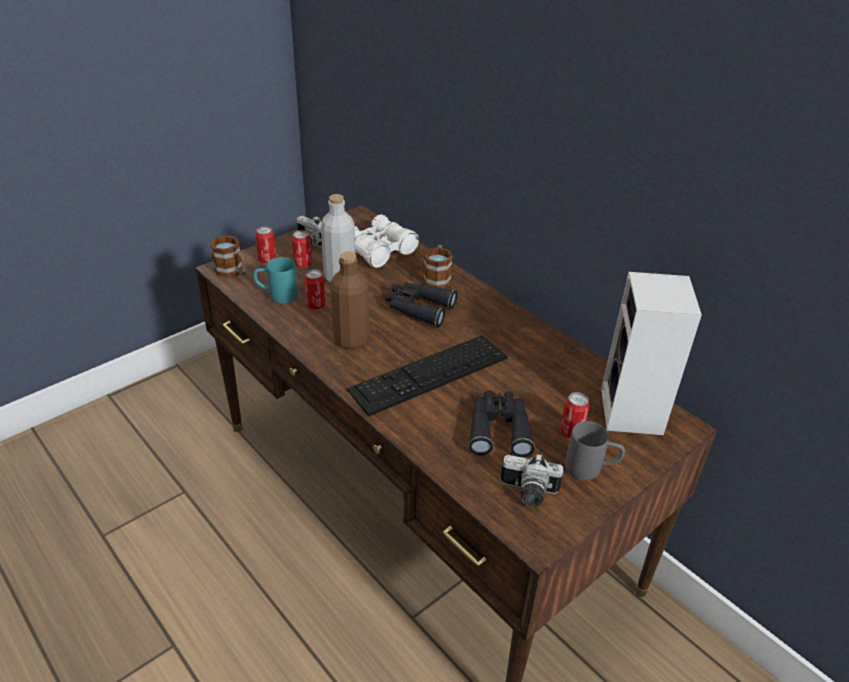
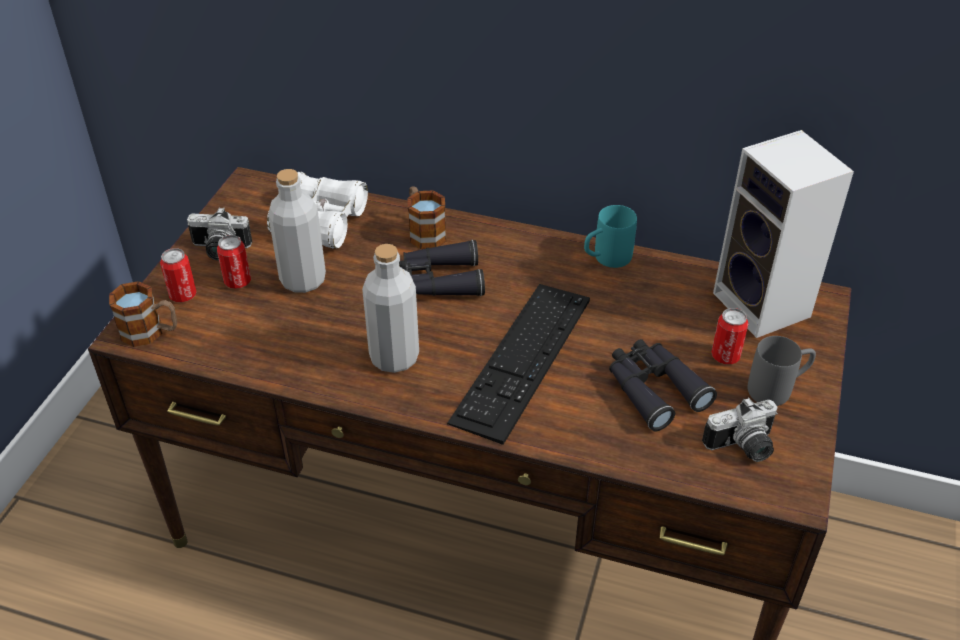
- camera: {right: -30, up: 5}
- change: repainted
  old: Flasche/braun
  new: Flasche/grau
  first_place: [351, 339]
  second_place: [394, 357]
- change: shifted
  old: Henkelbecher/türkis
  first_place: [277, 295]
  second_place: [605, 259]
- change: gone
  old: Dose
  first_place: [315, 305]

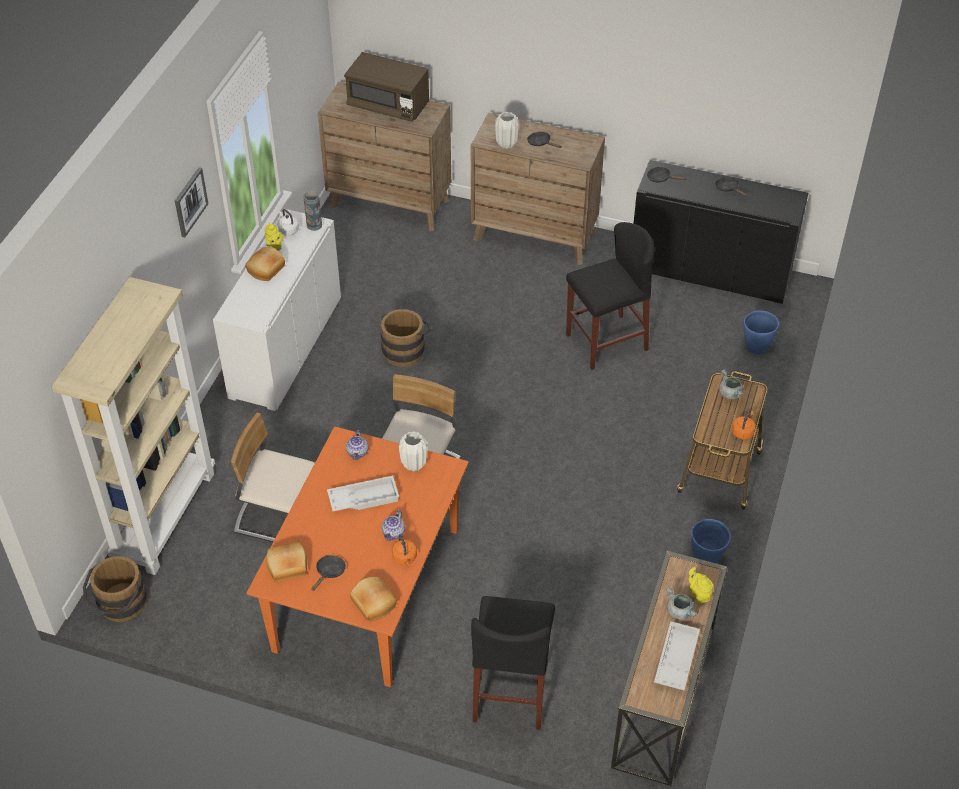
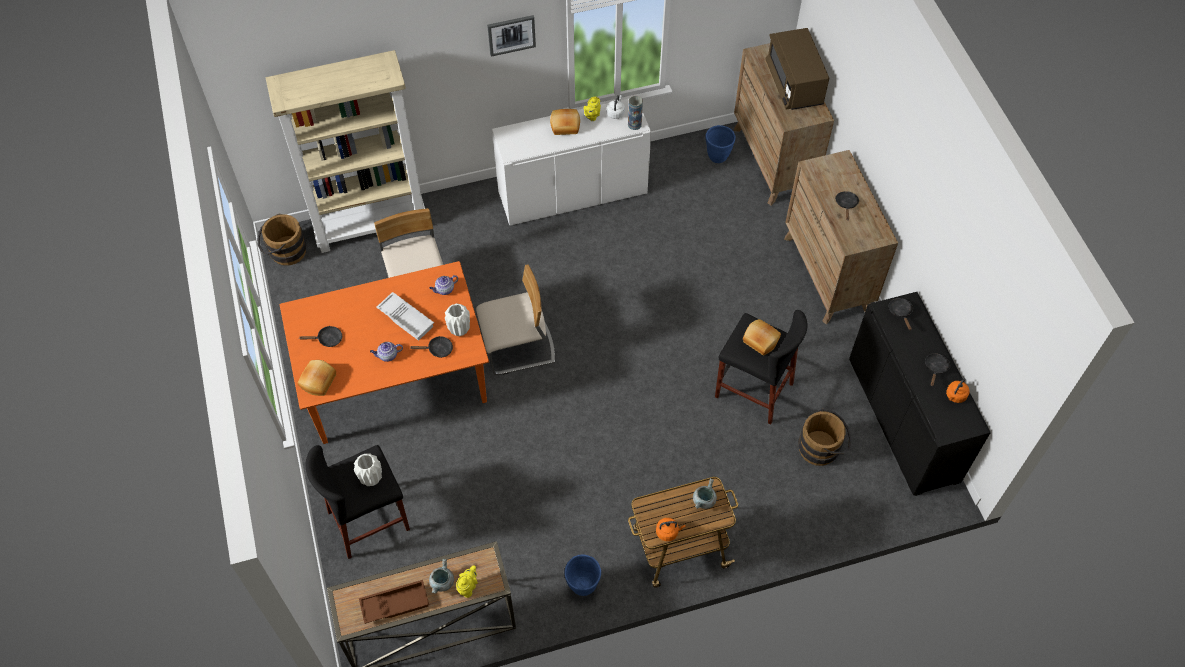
- camera: {right: 55, up: 10}
- change: shifted
  old: Vase/weiß
  first_place: [506, 144]
  second_place: [371, 478]
- change: repainted
  old: Tablett/weiß
  new: Tablett/braun
  first_place: [675, 659]
  second_place: [395, 603]
- change: new
  new: Pfanne/schwarz
  second_place: [437, 349]
- change: shifted
  old: Pflanzkübel/blau
  first_place: [756, 348]
  second_place: [717, 156]
- change: shifted
  old: Brot
  first_place: [288, 567]
  second_place: [760, 341]
- change: shifted
  old: Eimer/braun
  first_place: [405, 349]
  second_place: [822, 447]
- change: shifted
  old: Wasserkessel/orange
  first_place: [404, 558]
  second_place: [955, 396]

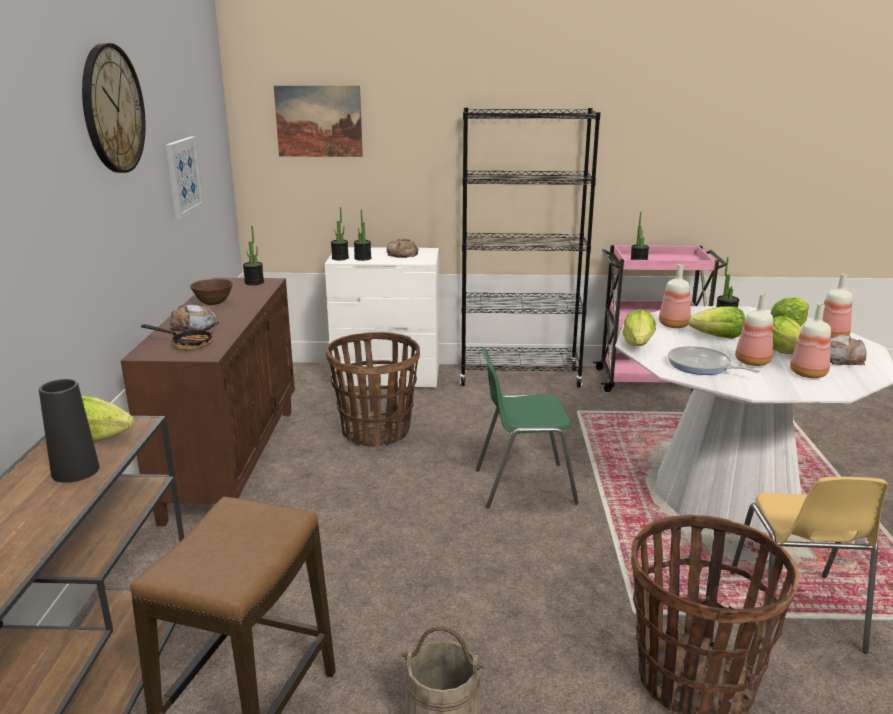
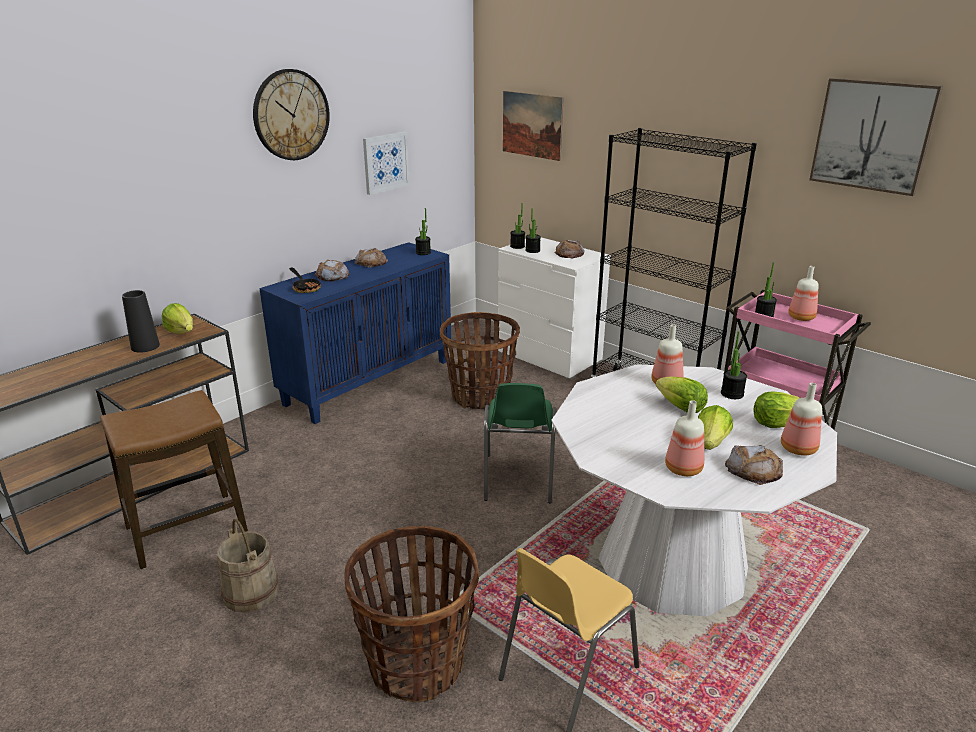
- camera: {right: 40, up: 5}
- change: repainted
  old: Schrank/braun
  new: Schrank/blau
  first_place: [231, 461]
  second_place: [369, 381]
- change: swapped
  old: Schüssel/braun
  new: Brot
  first_place: [213, 303]
  second_place: [371, 262]
- change: rotated
  old: Stuhl/grün
  first_place: [523, 486]
  second_place: [518, 479]
  degrees: -120
- change: shifted
  old: Flasche
  first_place: [751, 361]
  second_place: [800, 317]
- change: new
  new: Bild
  second_place: [872, 135]
- change: gone
  old: Salatkopf
  first_place: [638, 345]
- change: gone
  old: Pfanne
  first_place: [702, 366]

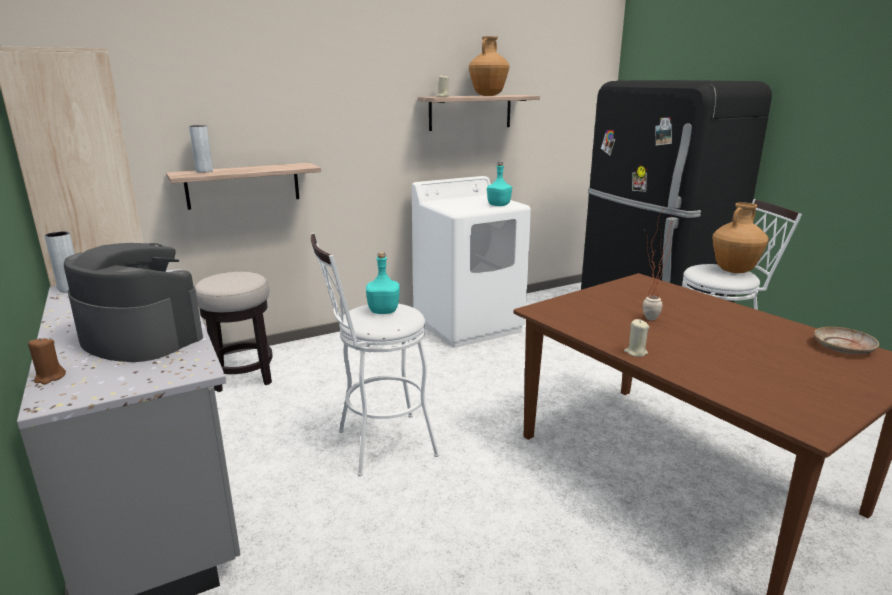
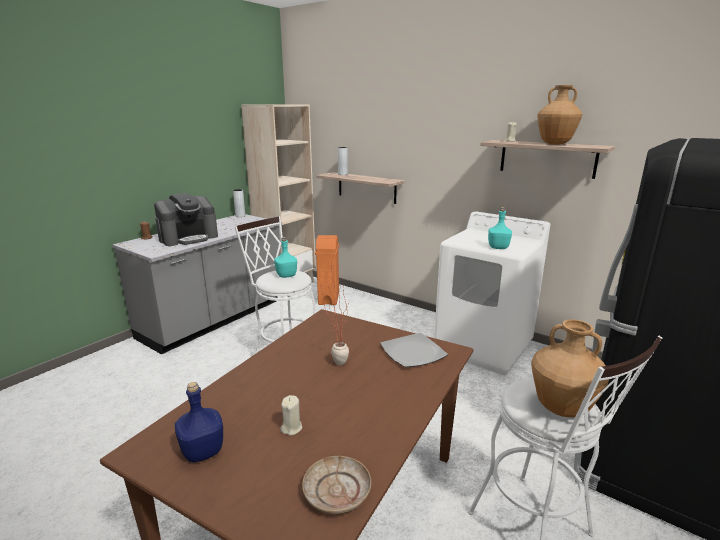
- camera: {right: 65, up: 0}
- change: rotated
  old: Kaffeemaschine
  first_place: [140, 337]
  second_place: [189, 238]
  degrees: 45
- change: new
  new: Flasche/blau
  second_place: [203, 451]
- change: shifted
  old: Kerze/beige
  first_place: [635, 352]
  second_place: [291, 428]
- change: swapped
  old: Hocker
  new: Mülleimer/orange
  first_place: [243, 376]
  second_place: [329, 299]
- change: new
  new: Teller
  second_place: [413, 352]

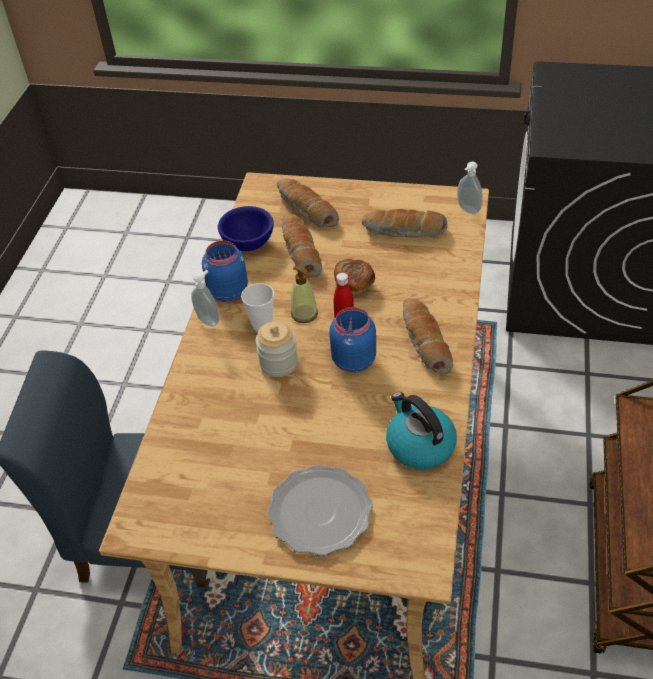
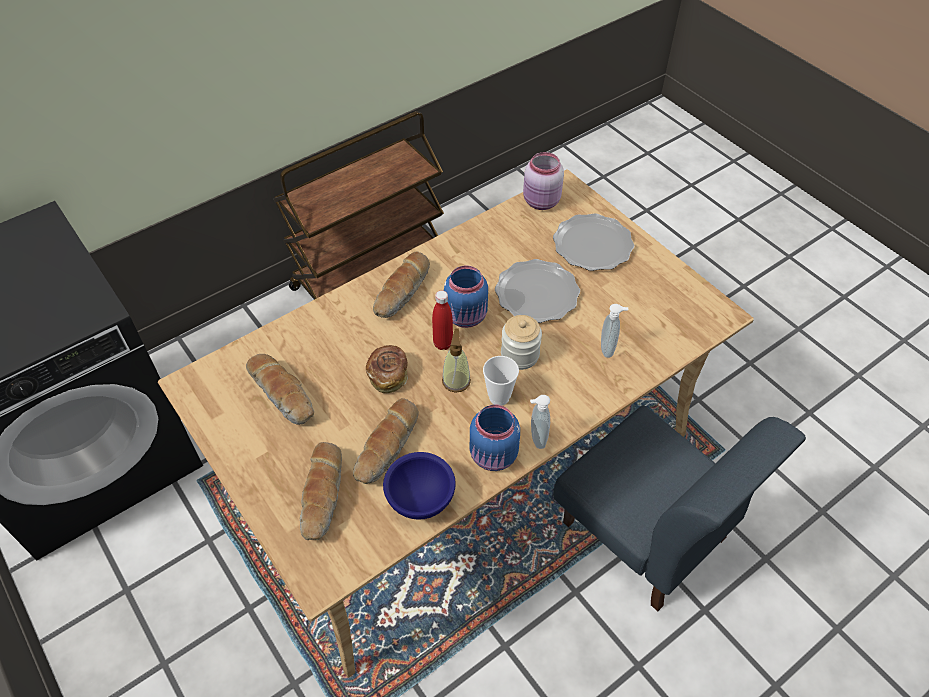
- camera: {right: -140, up: 5}
- change: new
  new: Teller
  second_place: [536, 293]
- change: new
  new: Vorratsglas/rosa
  second_place: [541, 202]
- change: shifted
  old: Seifenspender
  first_place: [467, 210]
  second_place: [608, 349]
- change: gone
  old: Wasserkessel
  first_place: [419, 445]

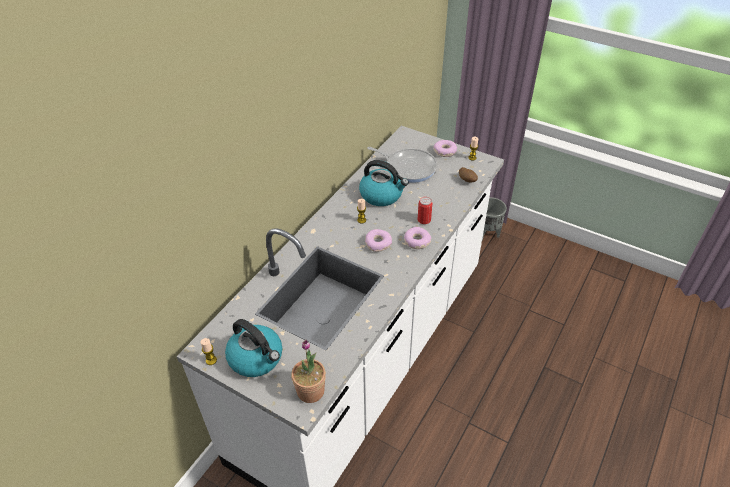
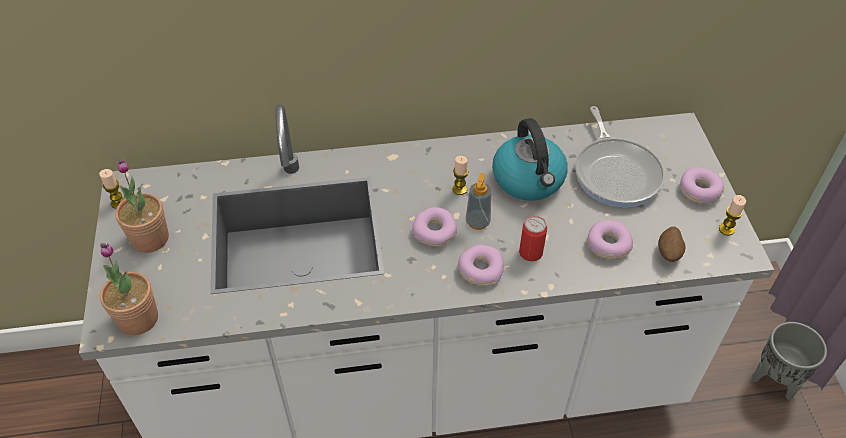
- camera: {right: 50, up: 5}
- change: swapped
  old: Wasserkessel
  new: Topfpflanze
  first_place: [257, 358]
  second_place: [150, 238]
- change: new
  new: Seifenspender
  second_place: [477, 222]
- change: new
  new: Donut
  second_place: [607, 245]

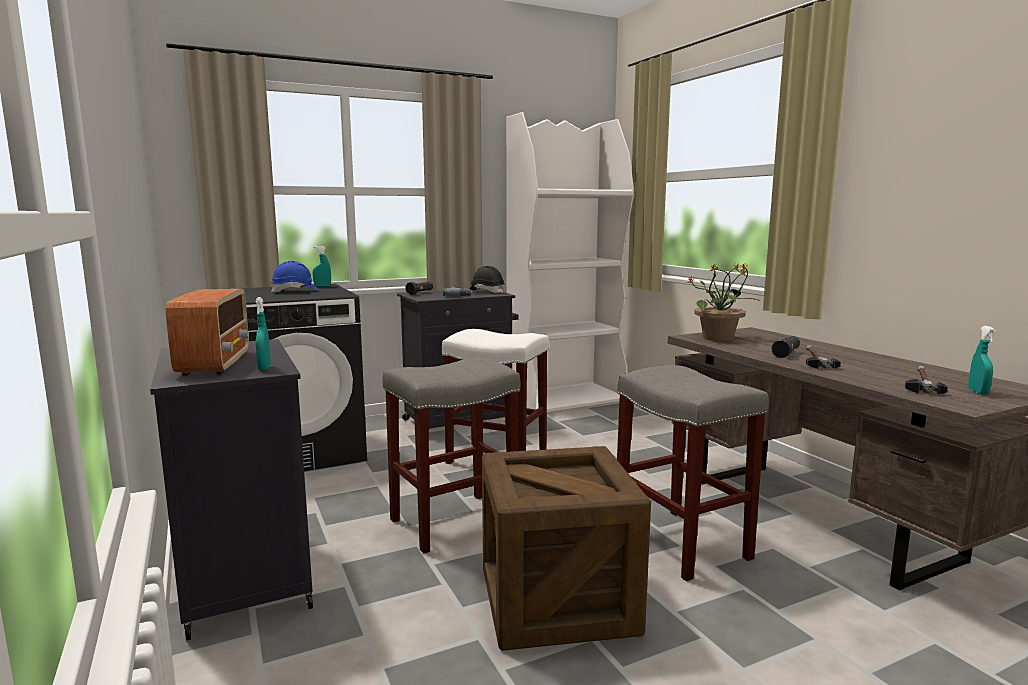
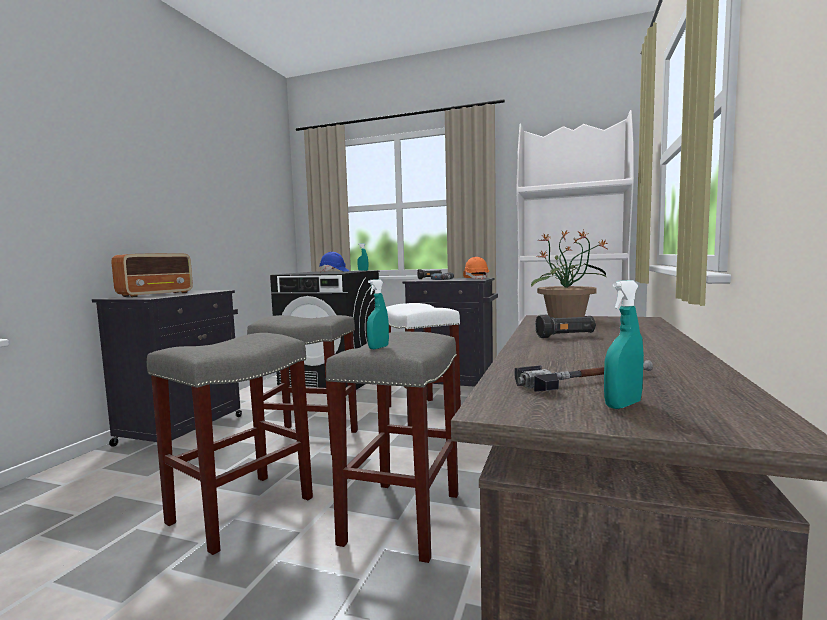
- camera: {right: 45, up: -5}
- change: swapped
  old: Kiste
  new: Hocker/grau
  first_place: [557, 601]
  second_place: [242, 509]
- change: shifted
  old: Sprühflasche/türkis
  first_place: [264, 368]
  second_place: [378, 347]
- change: repainted
  old: Schutzhelm/schwarz
  new: Schutzhelm/orange
  first_place: [486, 292]
  second_place: [476, 278]
- change: gone
  old: Hammer
  first_place: [815, 360]

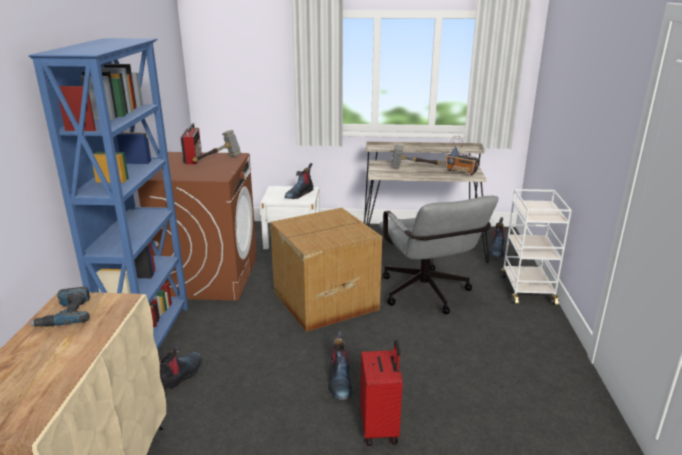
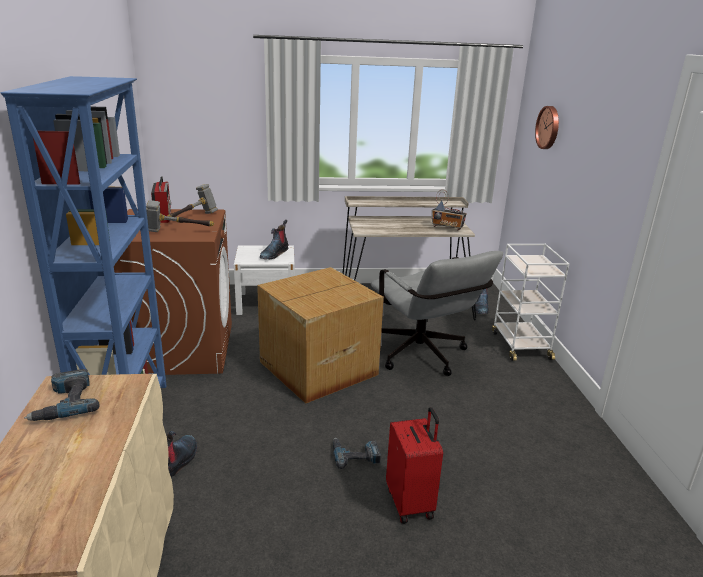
- camera: {right: -10, up: 0}
- change: shifted
  old: Hammer
  first_place: [413, 168]
  second_place: [178, 232]
- change: swapped
  old: Stiefel
  new: Bohrmaschine
  first_place: [339, 381]
  second_place: [355, 455]
- change: new
  new: Wanduhr
  second_place: [549, 127]

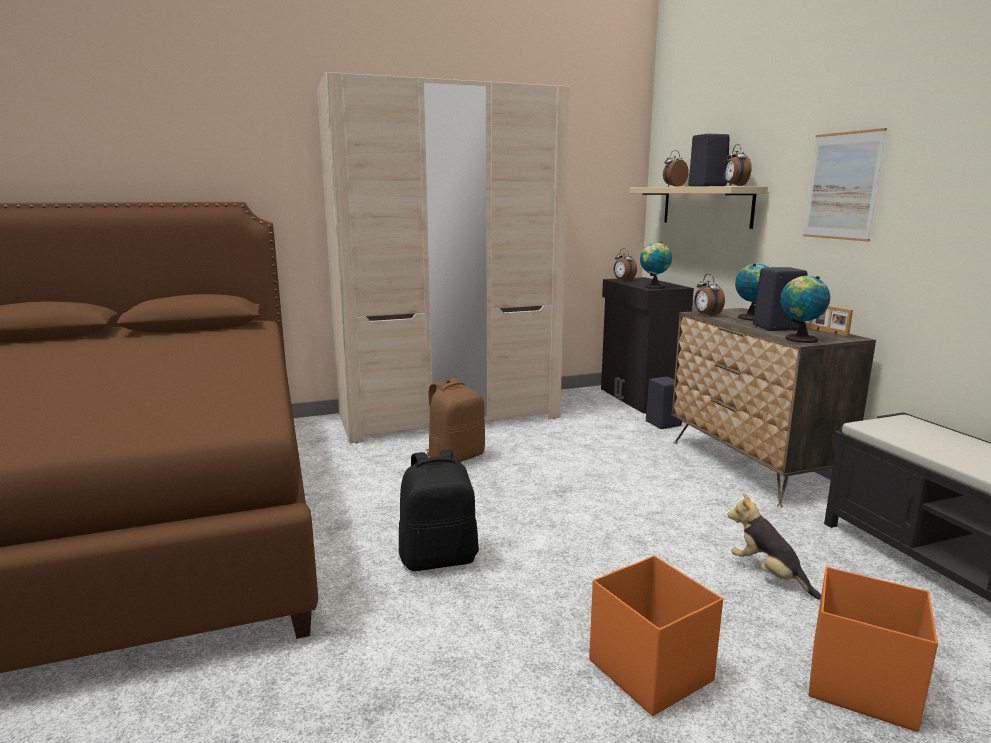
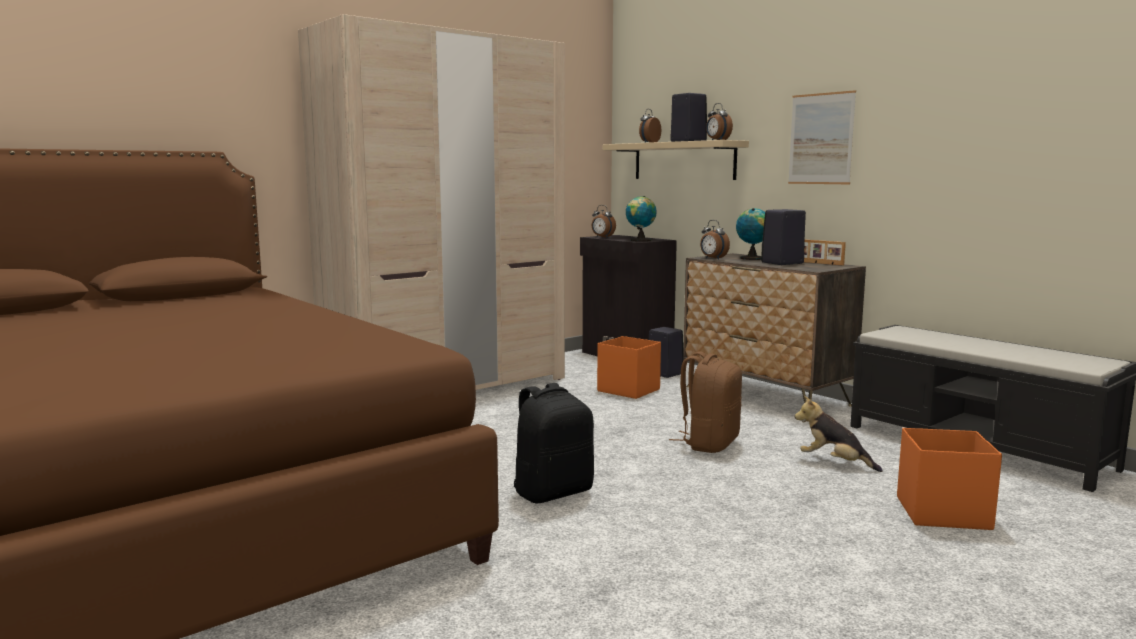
- camera: {right: -20, up: -5}
- change: shifted
  old: Aufbewahrungsbox/orange
  first_place: [649, 669]
  second_place: [628, 390]
- change: shifted
  old: Rucksack/braun
  first_place: [455, 457]
  second_place: [709, 444]
- change: gone
  old: Globus
  first_place: [798, 339]

